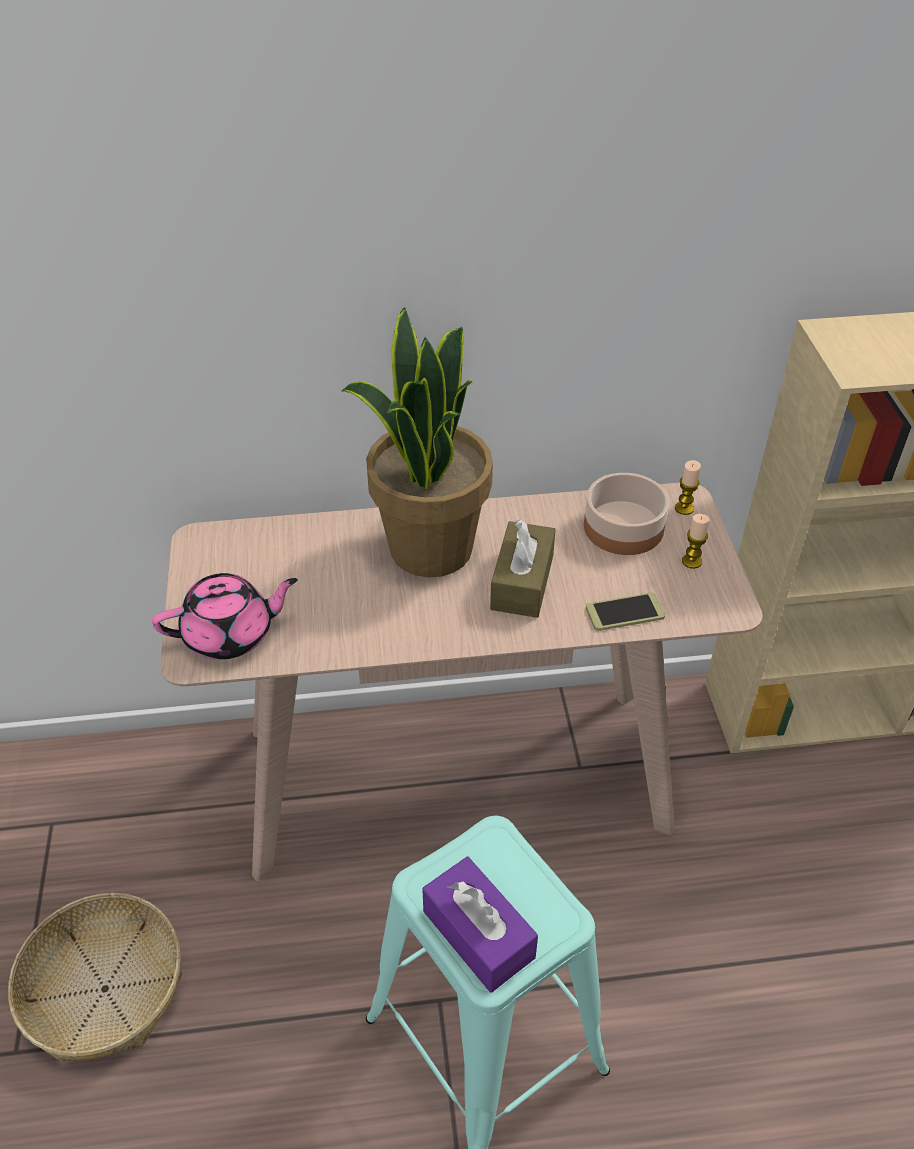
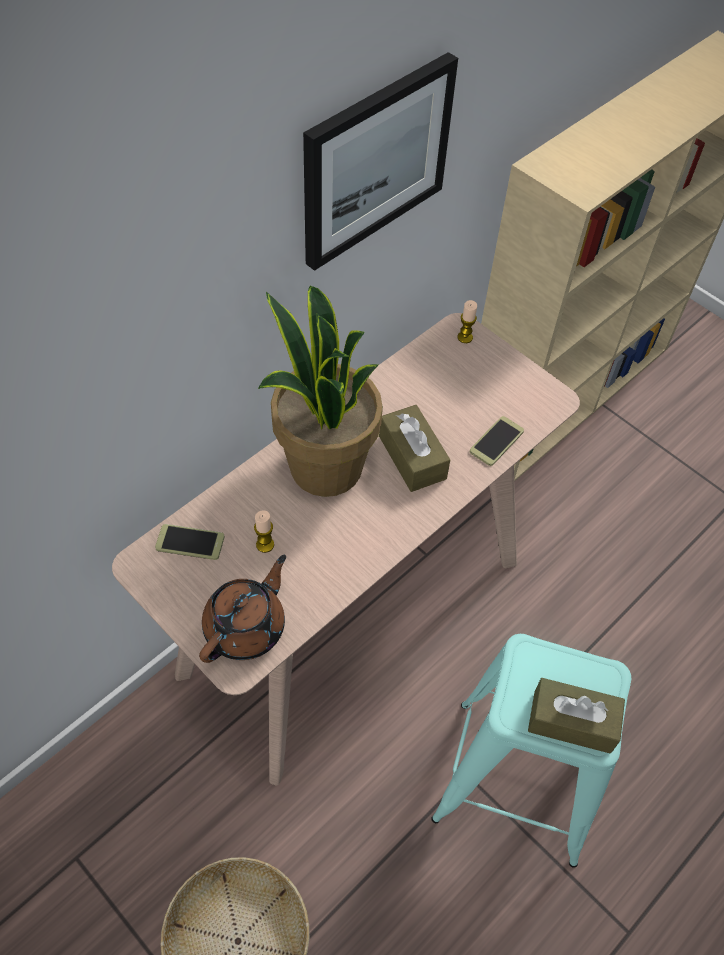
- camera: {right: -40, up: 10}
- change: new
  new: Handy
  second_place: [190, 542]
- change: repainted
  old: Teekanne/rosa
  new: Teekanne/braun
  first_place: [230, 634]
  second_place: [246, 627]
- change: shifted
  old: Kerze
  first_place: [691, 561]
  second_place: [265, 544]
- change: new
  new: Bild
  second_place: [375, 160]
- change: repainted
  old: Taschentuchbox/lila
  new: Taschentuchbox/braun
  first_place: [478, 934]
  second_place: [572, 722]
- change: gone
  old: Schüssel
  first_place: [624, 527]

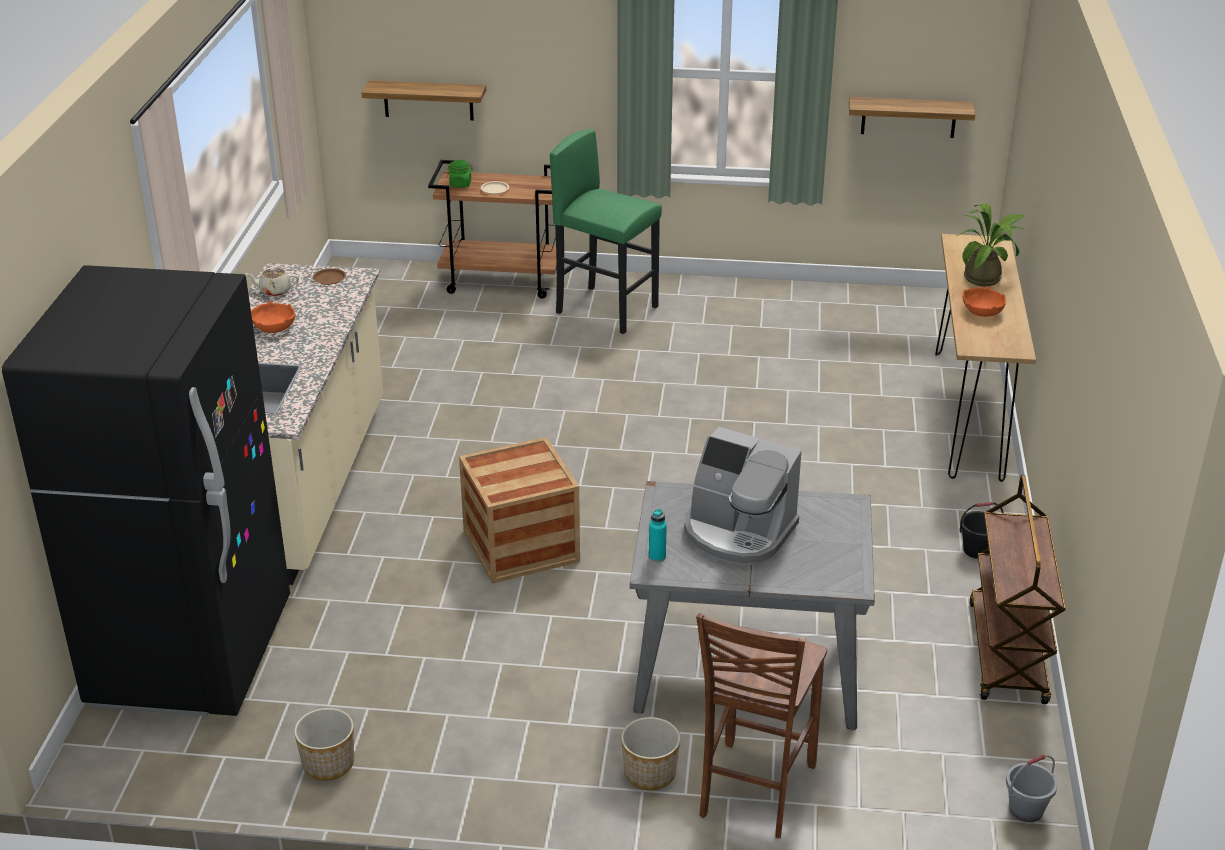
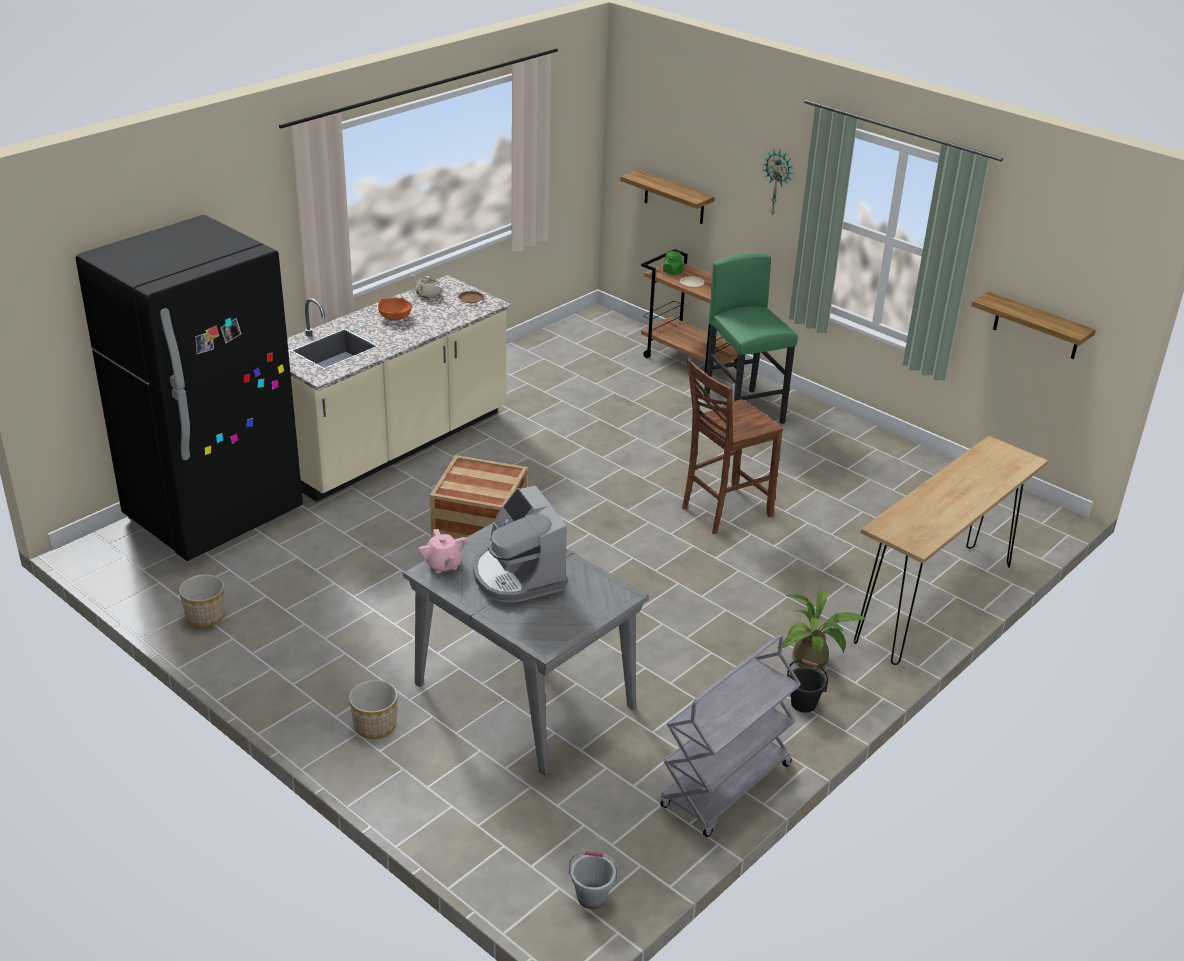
- camera: {right: 35, up: 0}
- change: swapped
  old: Flasche/türkis
  new: Teekanne/rosa
  first_place: [657, 557]
  second_place: [443, 565]
- change: repainted
  old: Rollwagen/braun
  new: Rollwagen/grau
  first_place: [1007, 654]
  second_place: [726, 787]
- change: shifted
  old: Stuhl/braun
  first_place: [753, 791]
  second_place: [723, 511]
- change: new
  new: Wanduhr
  second_place: [777, 182]
- change: shifted
  old: Topfpflanze
  first_place: [986, 278]
  second_place: [814, 661]
- change: gone
  old: Schüssel/orange
  first_place: [982, 312]

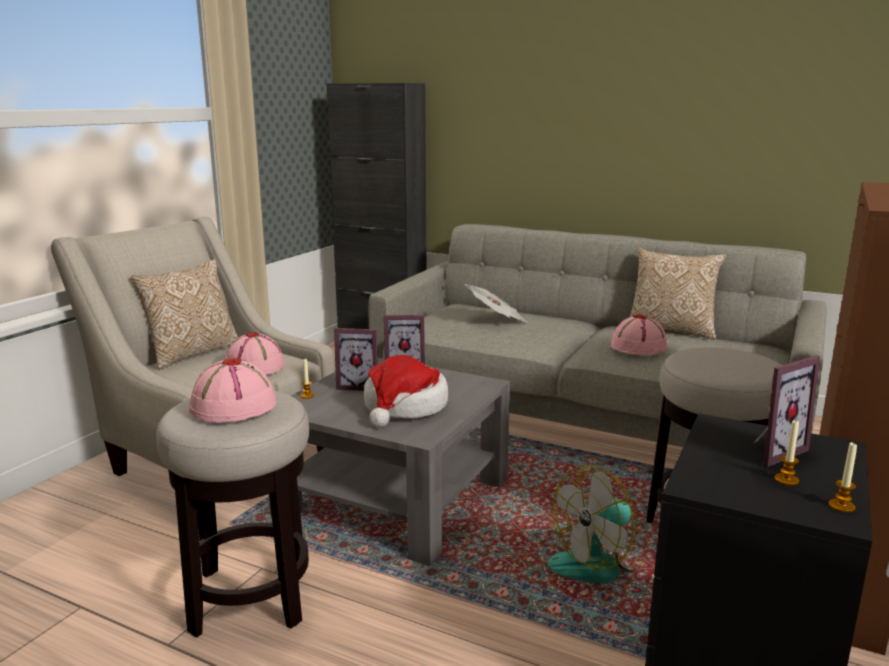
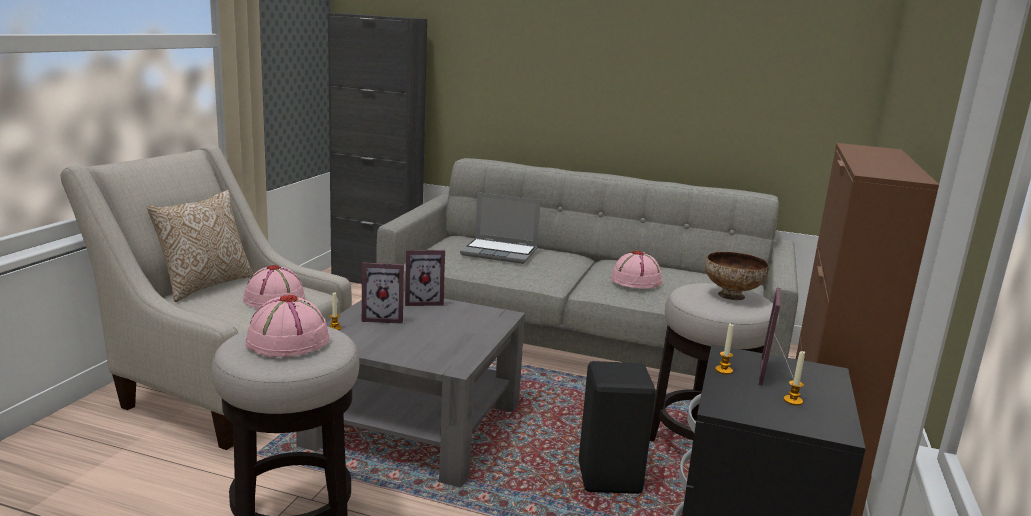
- camera: {right: -10, up: 0}
- change: swapped
  old: Zeitung
  new: Laptop
  first_place: [496, 319]
  second_place: [500, 252]
- change: swapped
  old: Ventilator
  new: Hocker/schwarz
  first_place: [597, 563]
  second_place: [611, 479]
- change: new
  new: Schüssel
  second_place: [732, 296]
- change: shifted
  old: Kerze
  first_place: [841, 506]
  second_place: [723, 370]
- change: rotated
  old: Bilderrahmen
  first_place: [771, 451]
  second_place: [776, 376]
  degrees: 150
- change: gone
  old: Hut
  first_place: [404, 407]
- change: gone
  old: Kissen
  first_place: [671, 330]

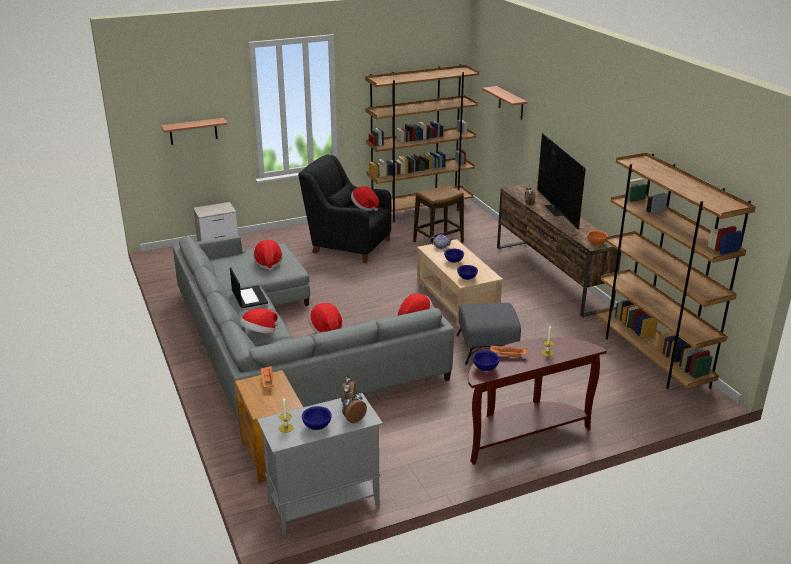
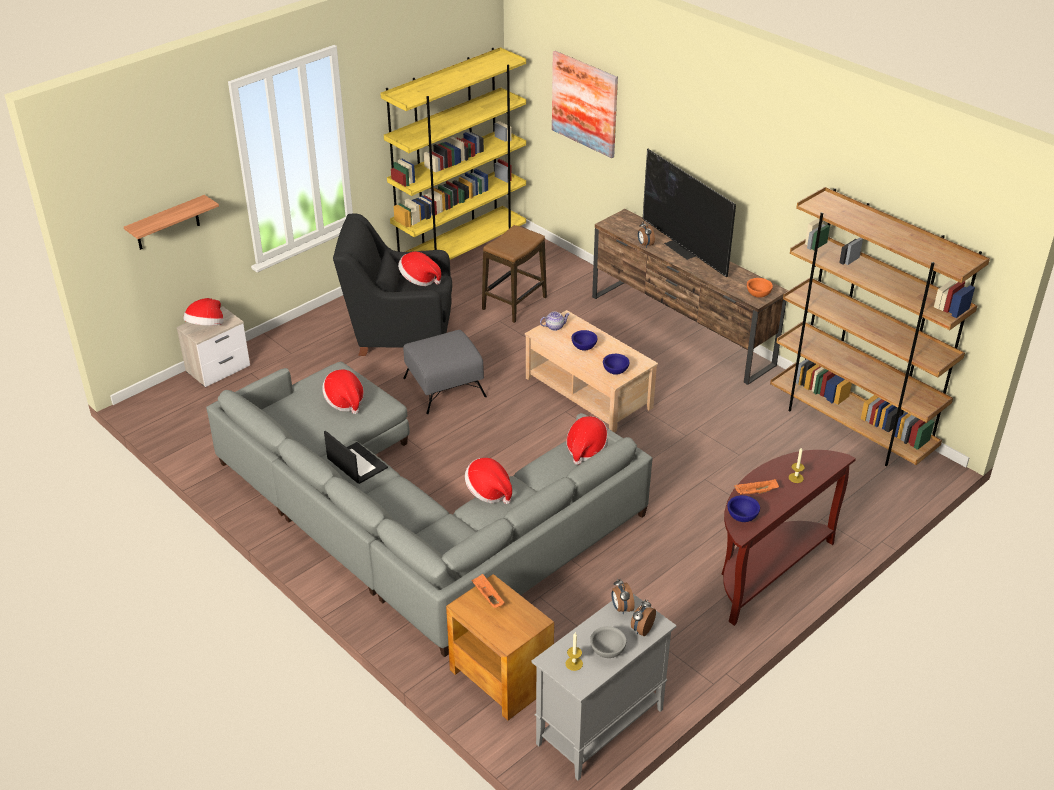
- camera: {right: -20, up: 10}
- change: shifted
  old: Hut
  first_place: [259, 333]
  second_place: [206, 327]
- change: repainted
  old: Bücherregal/braun
  new: Bücherregal/gelb
  first_place: [420, 210]
  second_place: [461, 254]
- change: shifted
  old: Polsterhocker/grau
  first_place: [488, 348]
  second_place: [445, 387]
- change: swapped
  old: Wandregal
  new: Bild
  first_place: [511, 103]
  second_place: [584, 103]
- change: repainted
  old: Schüssel/blau
  new: Schüssel/grau
  first_place: [317, 426]
  second_place: [608, 651]

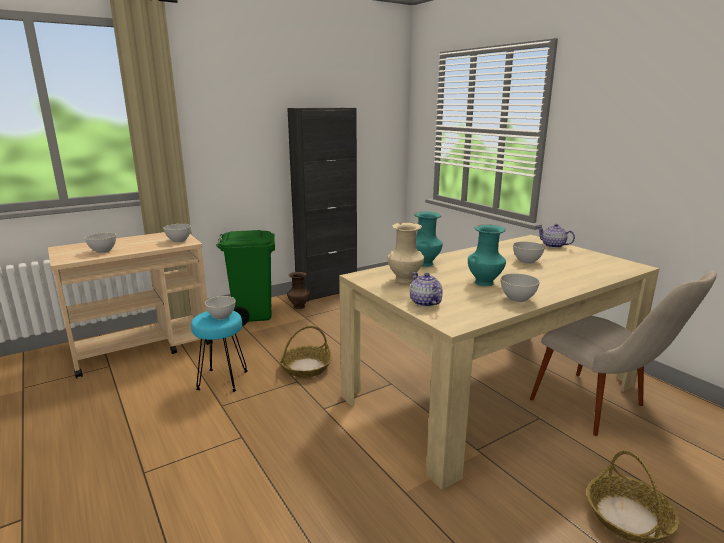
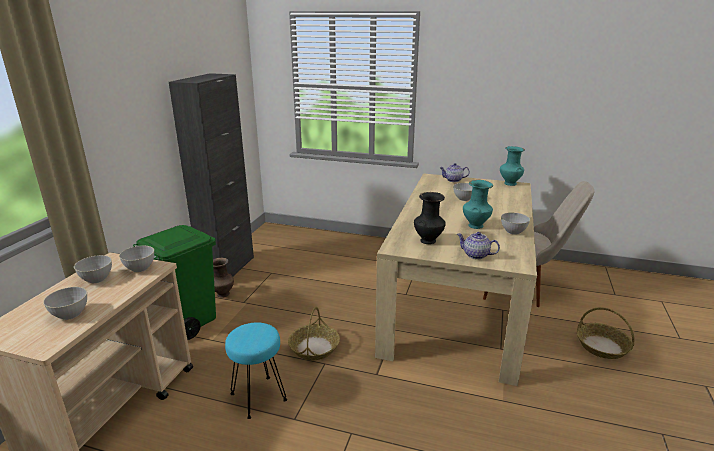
- camera: {right: -40, up: 5}
- change: shifted
  old: Schüssel/grau
  first_place: [221, 316]
  second_place: [97, 279]
- change: repainted
  old: Vase/beige
  new: Vase/schwarz
  first_place: [405, 280]
  second_place: [428, 240]
- change: shifted
  old: Vase/türkis
  first_place: [424, 264]
  second_place: [509, 183]

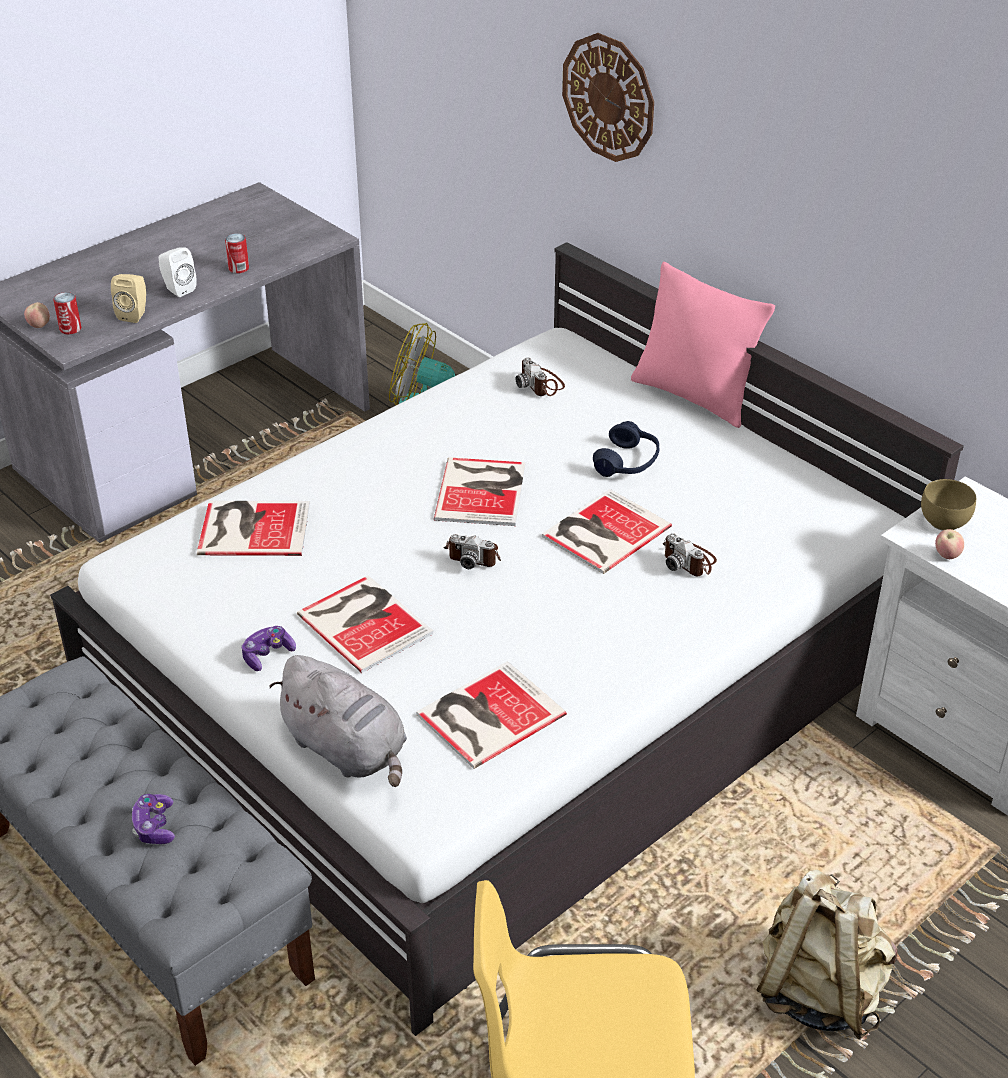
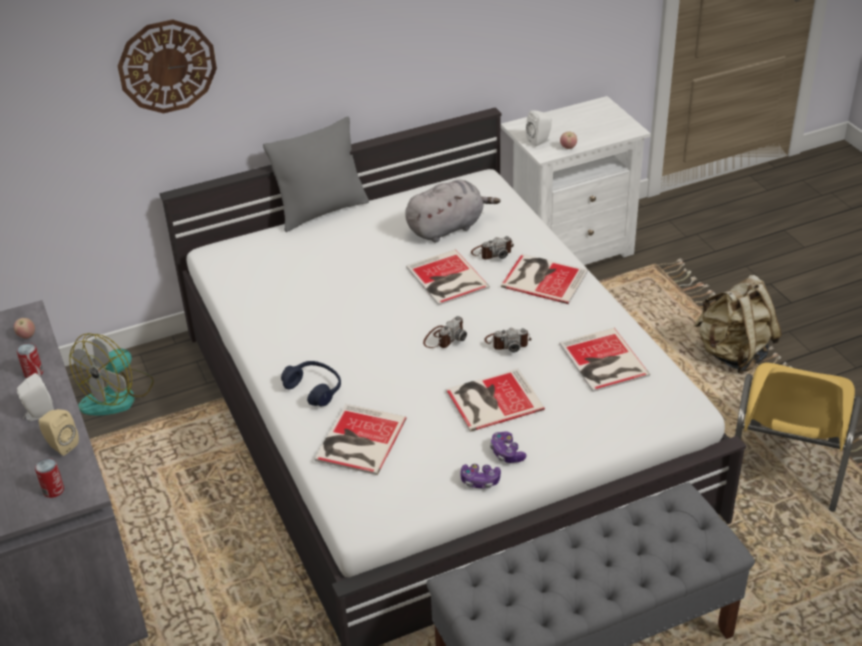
- camera: {right: -70, up: 0}
- change: shifted
  old: Apfel
  first_place: [39, 325]
  second_place: [26, 336]
- change: repainted
  old: Kissen/rosa
  new: Kissen/grau
  first_place: [694, 396]
  second_place: [321, 211]
- change: shifted
  old: Kopfhörer/blau
  first_place: [627, 462]
  second_place: [314, 389]
- change: shifted
  old: Plüschtier/grau
  first_place: [348, 750]
  second_place: [447, 228]
- change: shifted
  old: Gamepad
  first_place: [154, 826]
  second_place: [480, 481]
- change: shifted
  old: Kamera
  first_place: [541, 384]
  second_place: [507, 342]
- change: shifted
  old: Buch
  first_place: [483, 490]
  second_place: [543, 278]
- change: swapped
  old: Schüssel/braun
  new: Lautsprecher/weiß
  first_place: [944, 523]
  second_place: [540, 141]

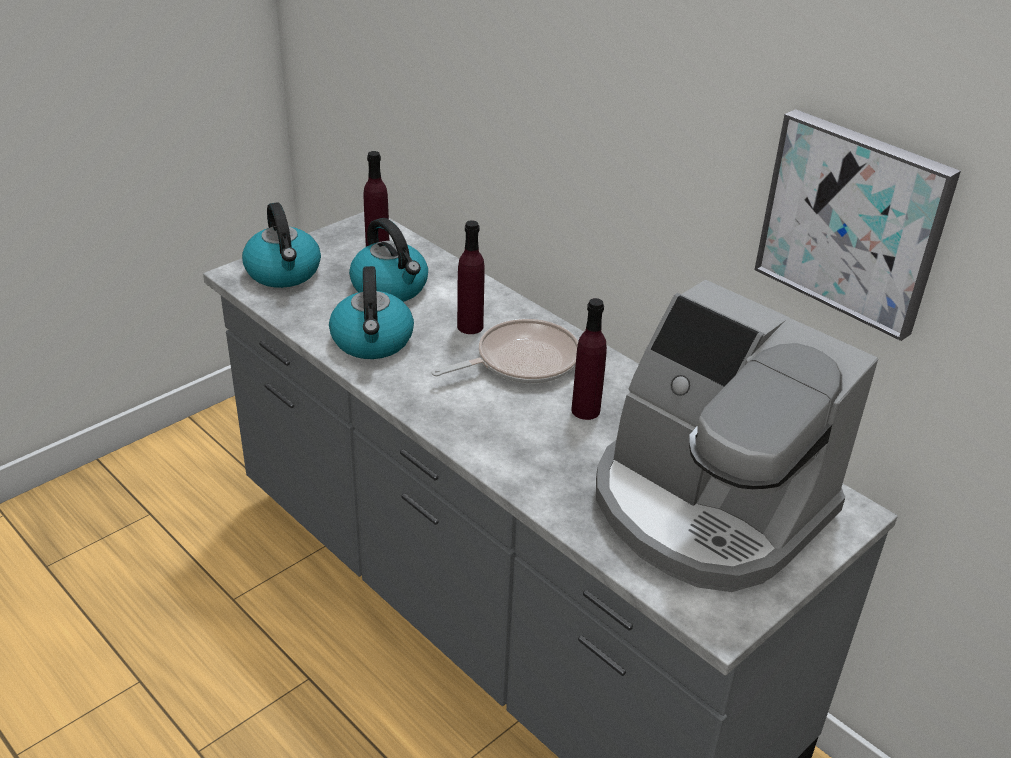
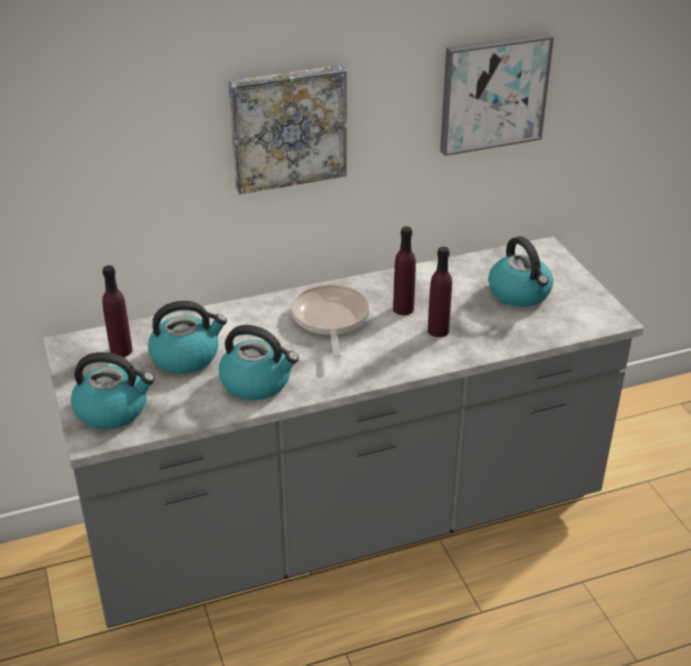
- camera: {right: -65, up: 0}
- change: new
  new: Bild
  second_place: [287, 127]
- change: shifted
  old: Flasche/lila
  first_place: [470, 326]
  second_place: [438, 330]
- change: swapped
  old: Kaffeemaschine
  new: Wasserkessel
  first_place: [707, 507]
  second_place: [520, 293]

